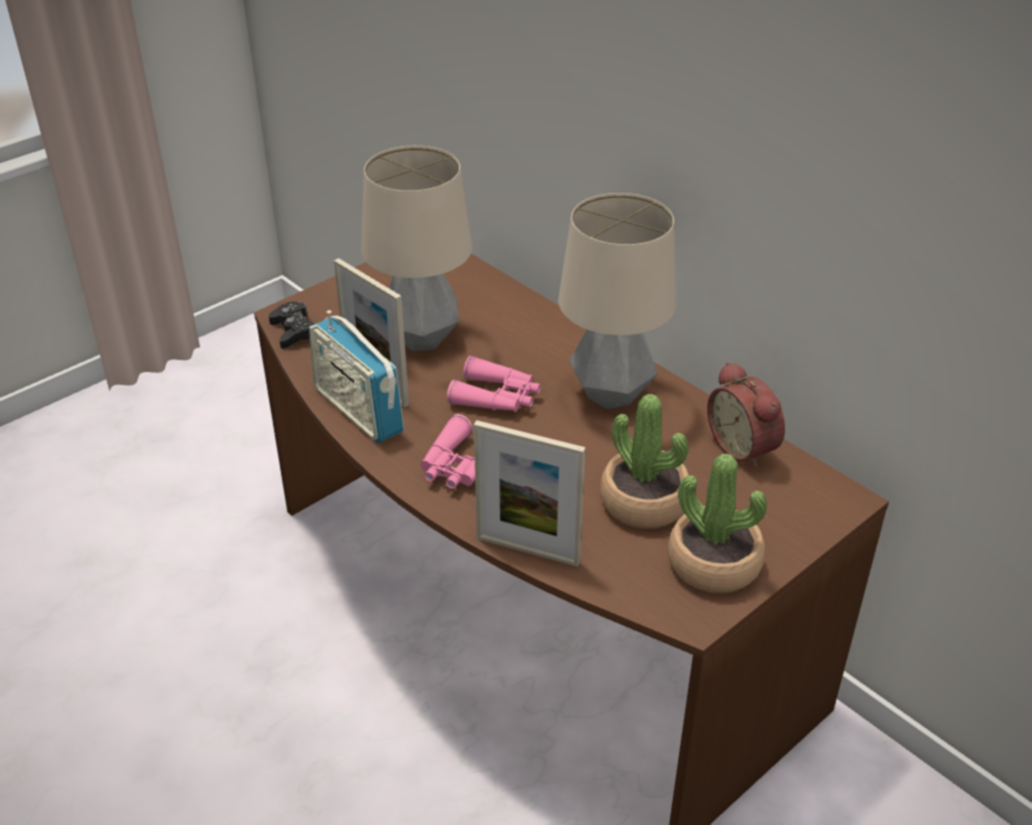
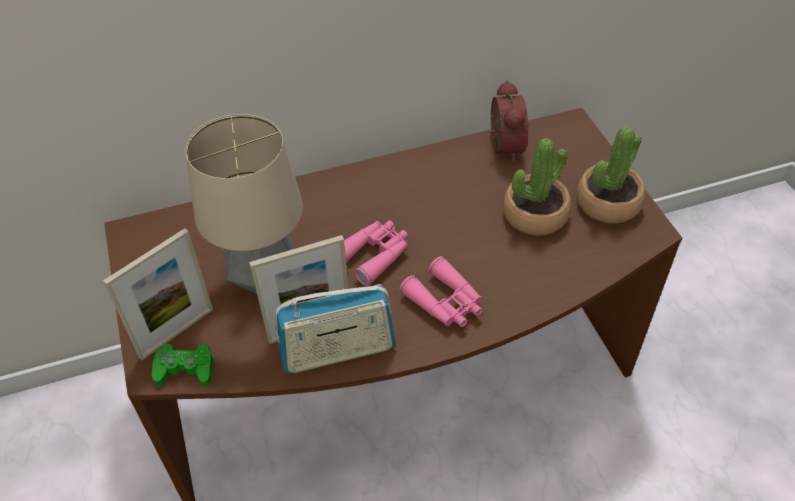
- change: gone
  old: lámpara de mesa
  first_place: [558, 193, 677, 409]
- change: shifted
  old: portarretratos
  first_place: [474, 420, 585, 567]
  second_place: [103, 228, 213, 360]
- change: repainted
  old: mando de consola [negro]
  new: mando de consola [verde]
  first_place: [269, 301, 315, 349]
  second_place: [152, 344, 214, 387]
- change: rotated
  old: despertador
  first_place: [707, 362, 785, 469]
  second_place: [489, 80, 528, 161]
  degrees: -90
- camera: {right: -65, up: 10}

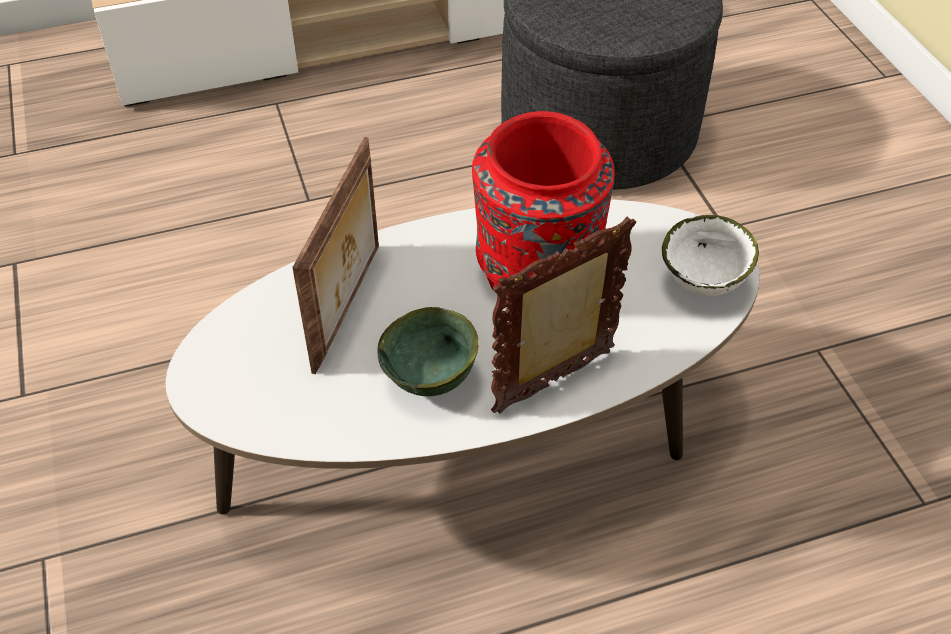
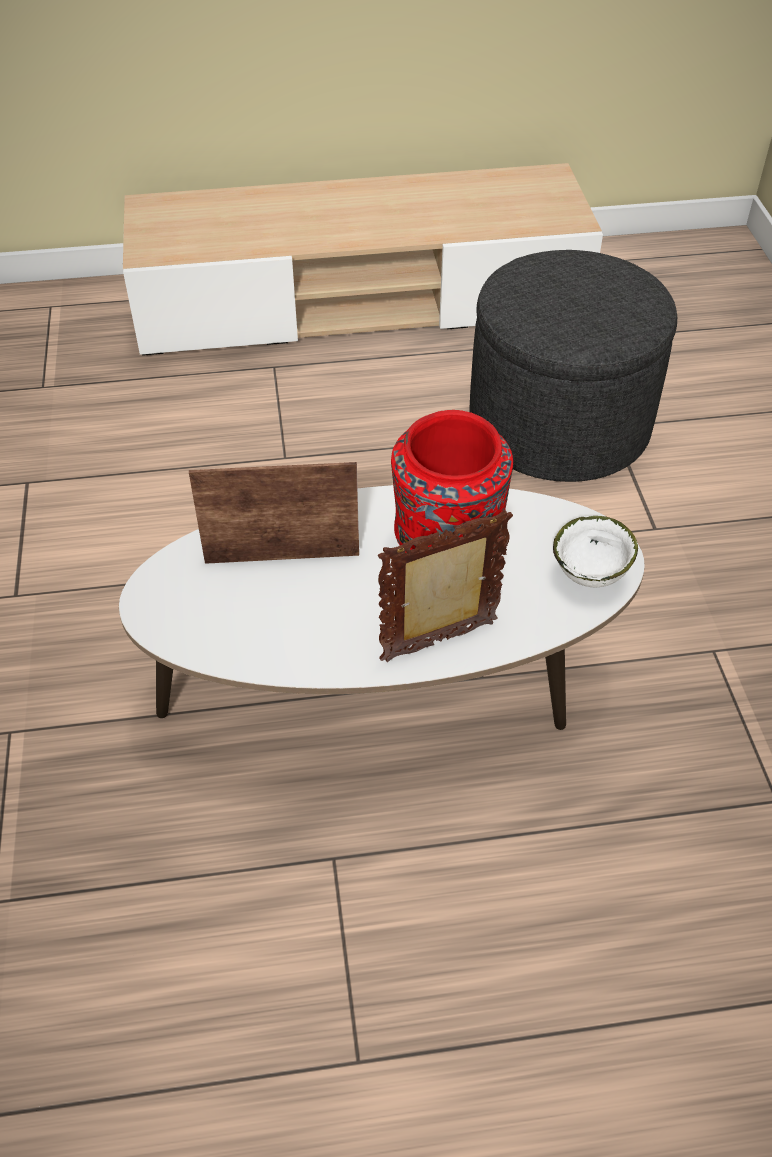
- change: gone
  old: cuenco [verde]
  first_place: [377, 307, 479, 396]
- change: rotated
  old: portarretratos
  first_place: [292, 137, 379, 374]
  second_place: [189, 462, 359, 564]
  degrees: -120
- camera: {right: 10, up: 0}

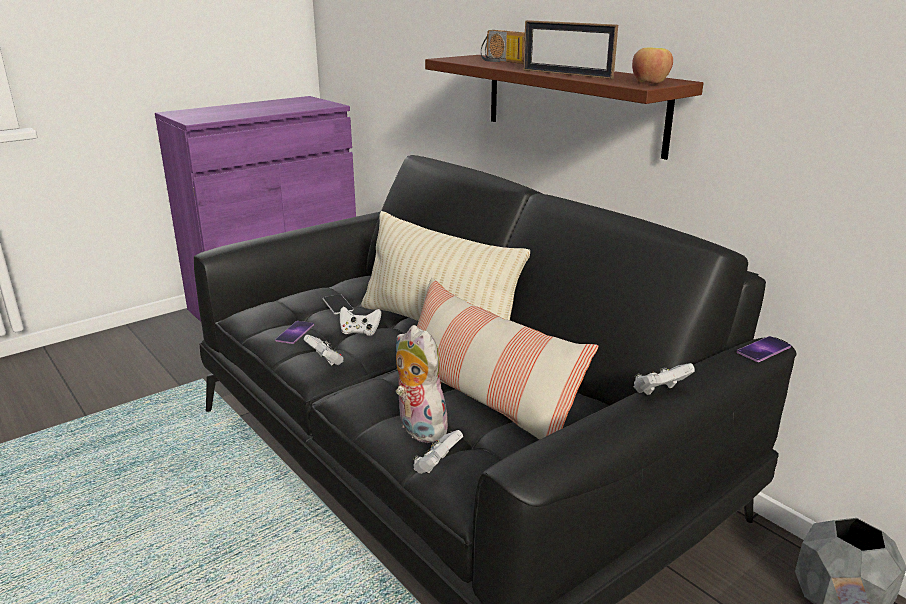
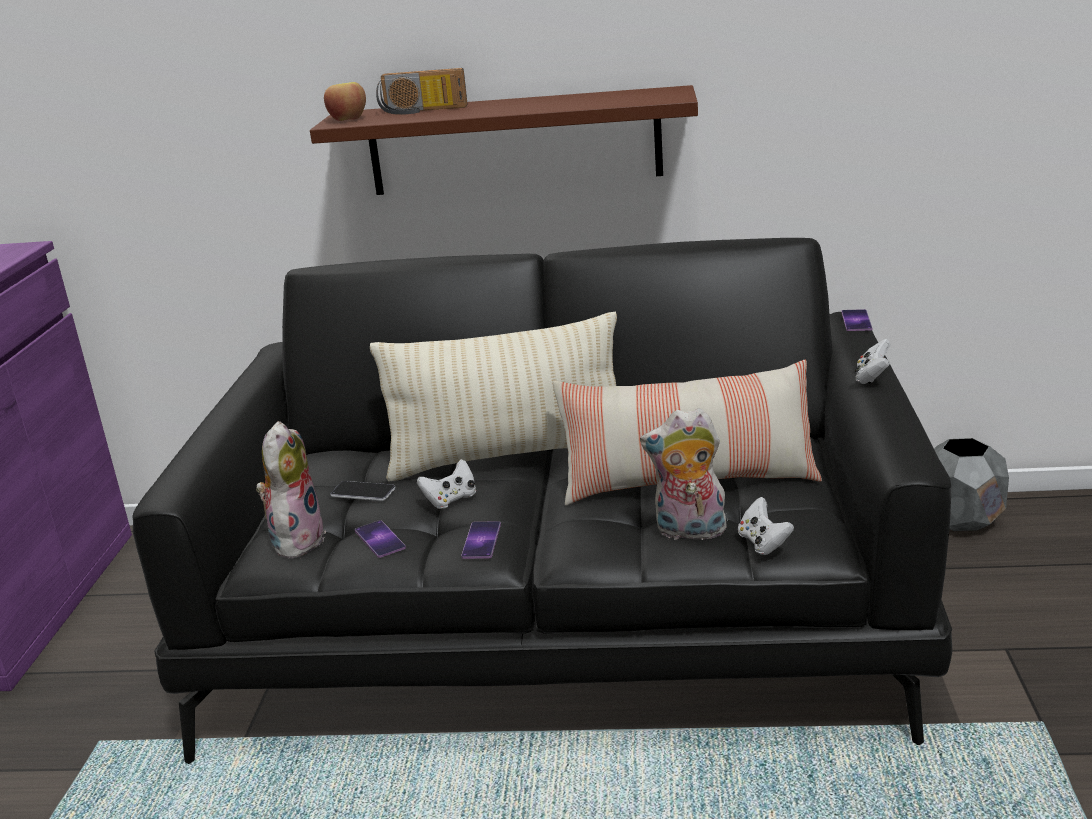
- change: gone
  old: portarretratos
  first_place: [523, 20, 618, 79]
- change: new
  new: peluche
  second_place: [256, 421, 326, 558]
- change: shifted
  old: manzana
  first_place: [632, 48, 673, 84]
  second_place: [324, 82, 366, 121]
- change: swapped
  old: mando de consola [blanco]
  new: móvil
  first_place: [304, 335, 344, 366]
  second_place: [461, 521, 501, 559]
- camera: {right: -45, up: 0}

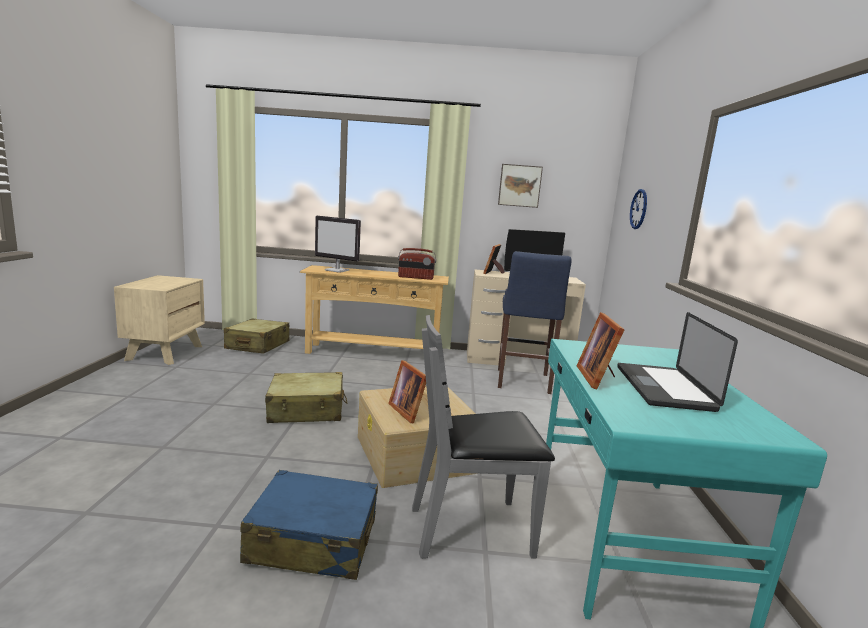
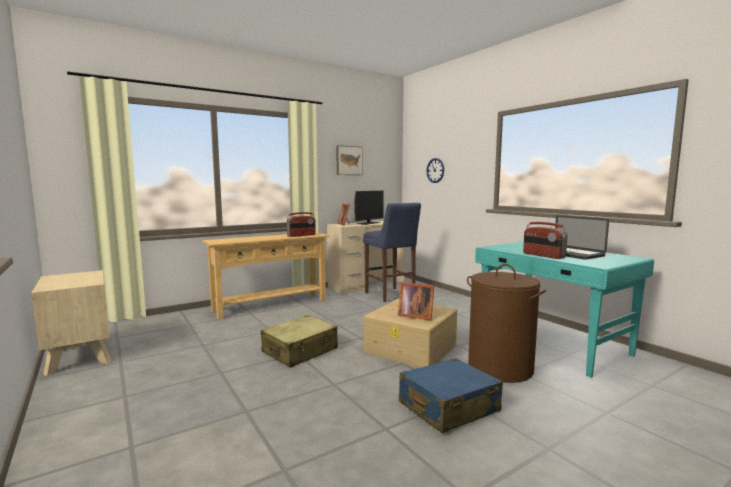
- change: gone
  old: maleta [beis]
  first_place: [224, 319, 289, 354]
- change: gone
  old: monitor
  first_place: [315, 216, 361, 273]
- change: swapped
  old: silla [gris]
  new: cesto de la ropa [marrón]
  first_place: [412, 315, 555, 559]
  second_place: [467, 264, 546, 383]
- change: swapped
  old: portarretratos
  new: radio
  first_place: [577, 312, 625, 390]
  second_place: [523, 222, 567, 259]
- camera: {right: -35, up: -5}

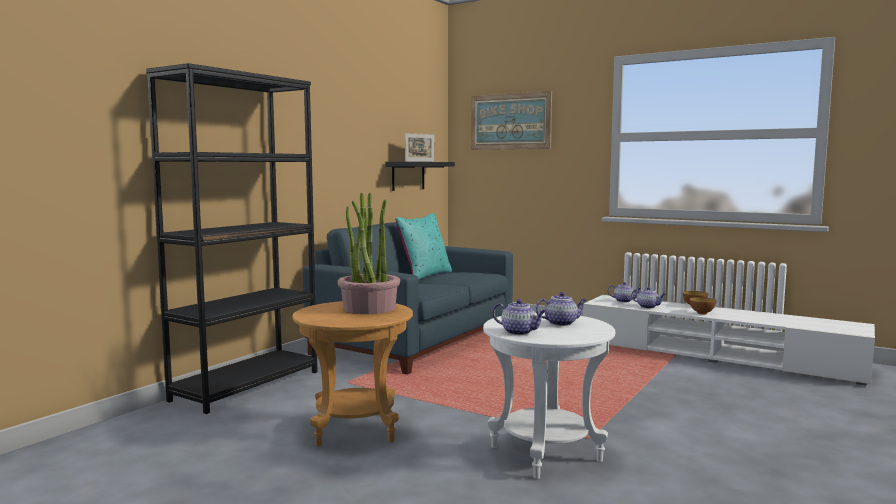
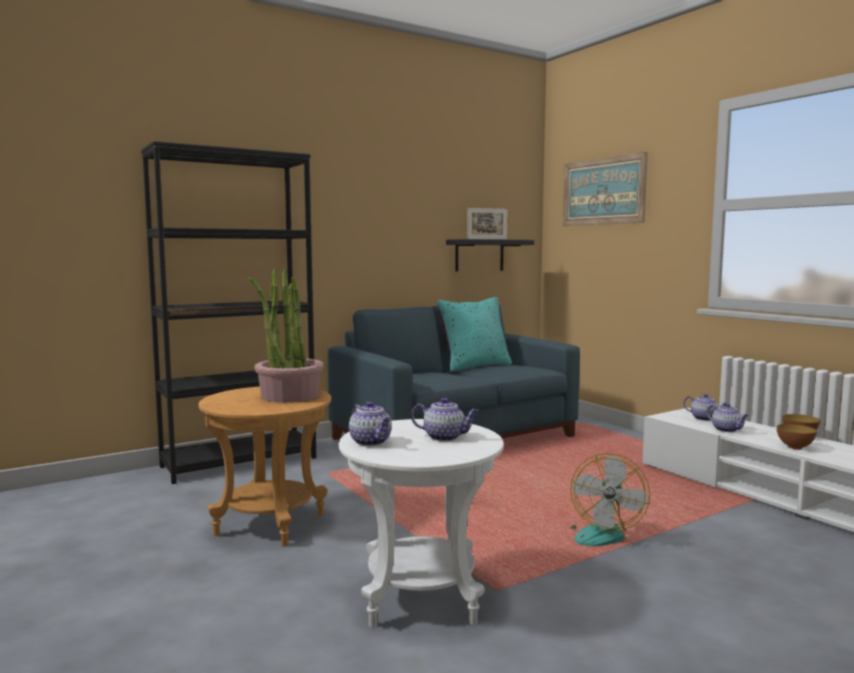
- change: new
  new: ventilador
  second_place: [570, 453, 650, 546]
- camera: {right: 25, up: 0}

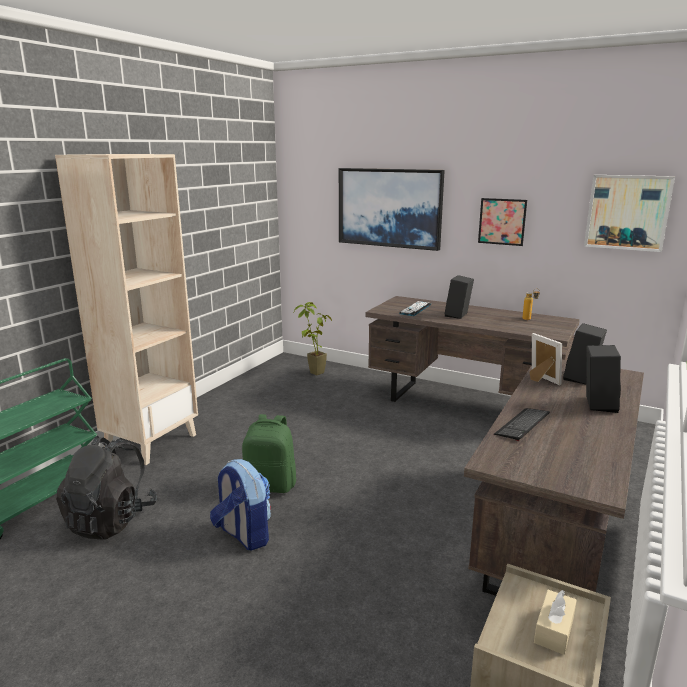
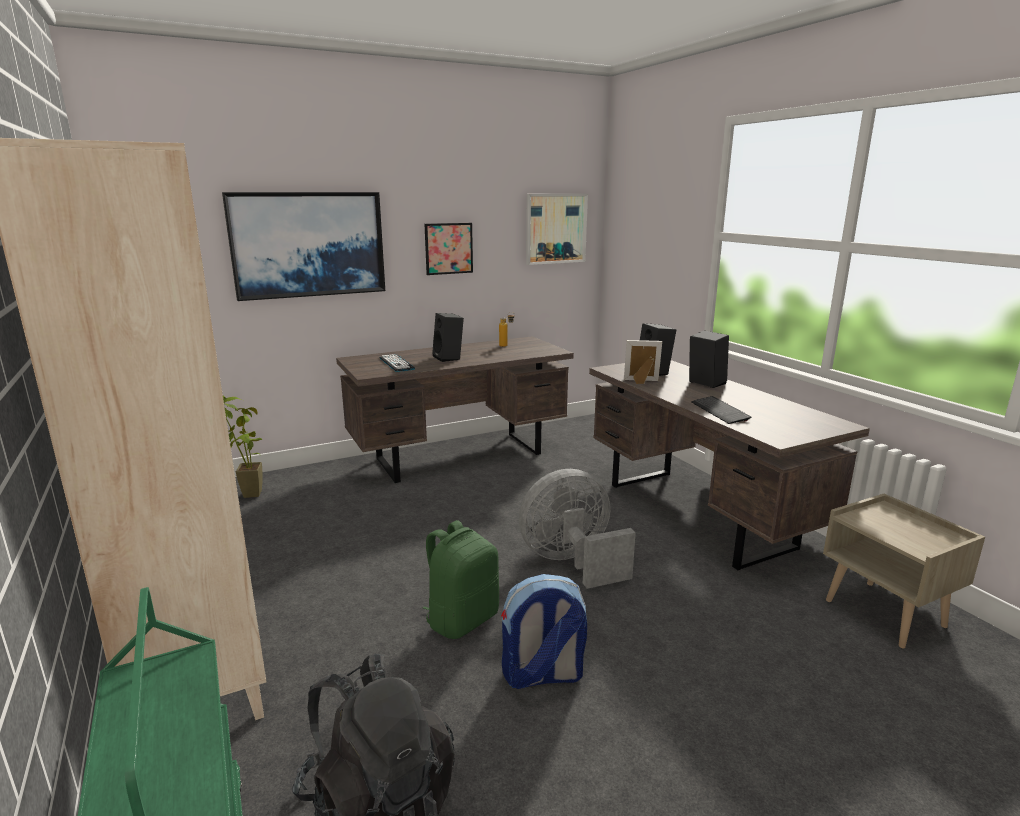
- change: gone
  old: caja de pañuelos [beis]
  first_place: [534, 590, 577, 655]
- change: new
  new: ventilador [gris]
  second_place: [519, 469, 636, 589]
- camera: {right: -55, up: 0}

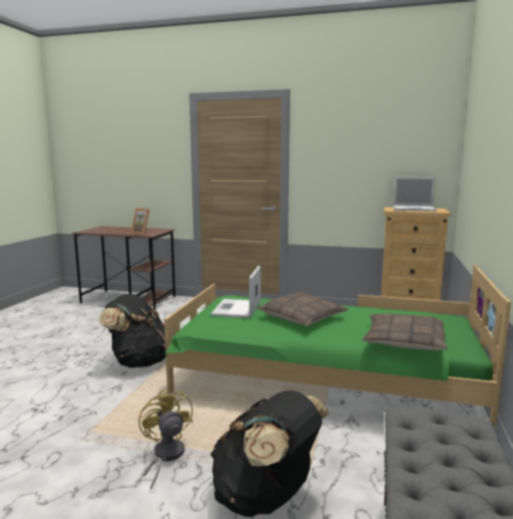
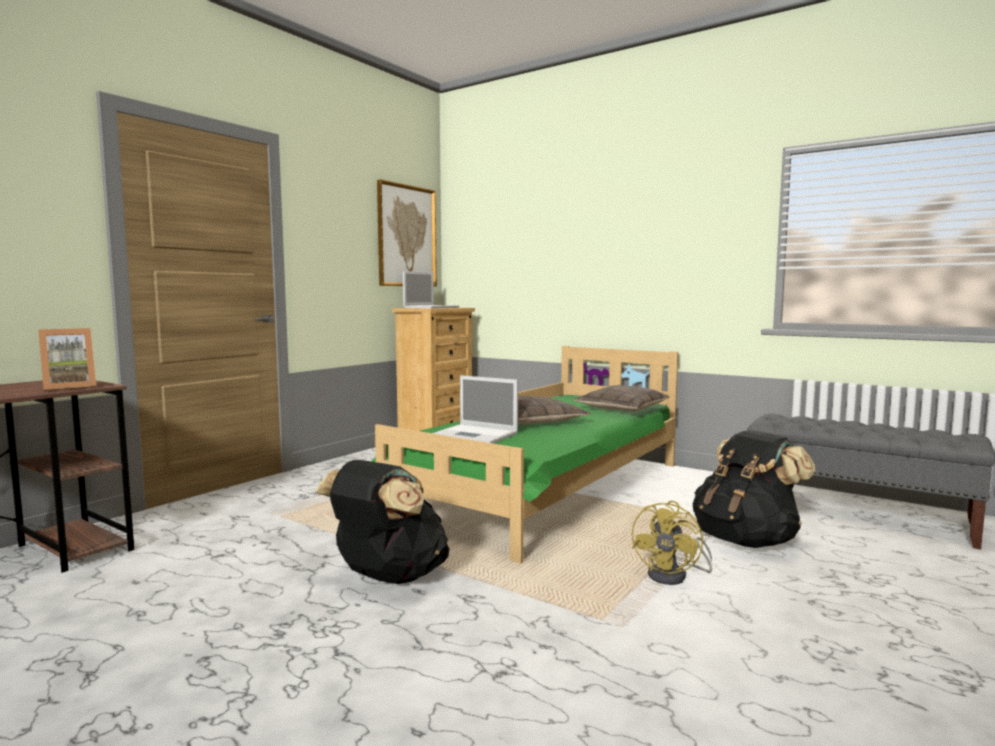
- change: new
  new: cuadro
  second_place: [377, 179, 437, 286]
- change: rotated
  old: ventilador [amarillo]
  first_place: [139, 389, 193, 490]
  second_place: [632, 501, 712, 585]
  degrees: -60
- camera: {right: -70, up: -5}

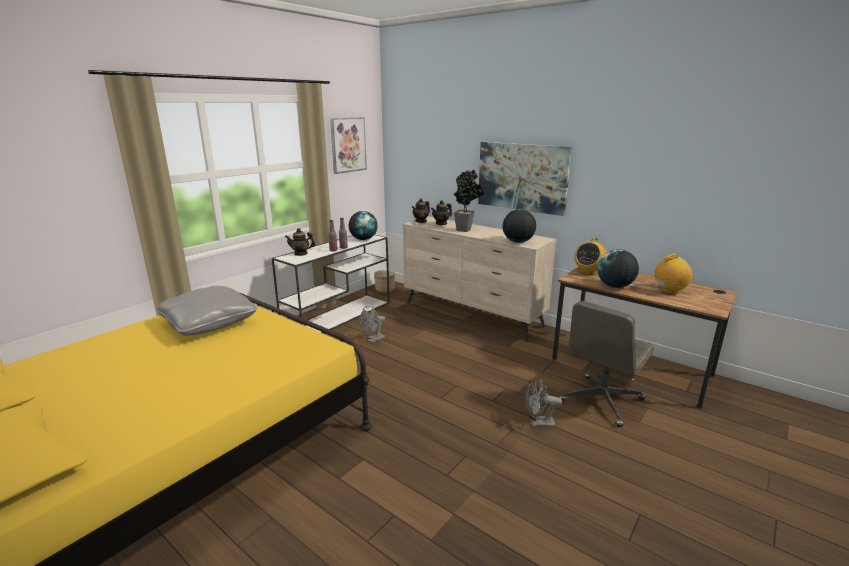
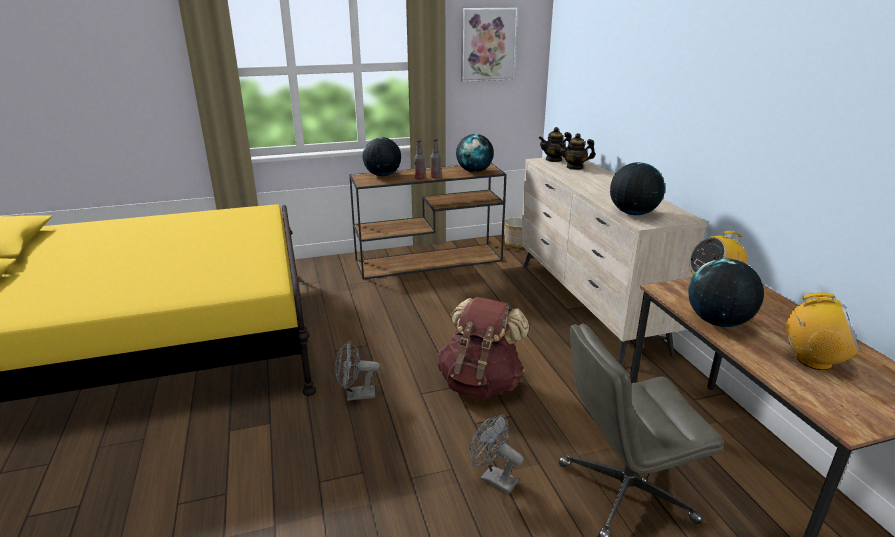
- change: gone
  old: cojín [gris]
  first_place: [156, 286, 258, 335]
- change: gone
  old: planta en maceta
  first_place: [454, 169, 484, 232]
- change: gone
  old: cuadro
  first_place: [478, 142, 572, 216]
- change: new
  new: mochila [marrón]
  second_place: [438, 297, 529, 399]
- change: shifted
  old: ventilador [gris]
  first_place: [360, 306, 385, 343]
  second_place: [335, 340, 380, 401]
- change: swapped
  old: tetera
  new: globo terráqueo
  first_place: [285, 228, 315, 256]
  second_place: [363, 137, 401, 176]
- change: repainted
  old: mesa consola [blanco]
  new: mesa consola [marrón]
  first_place: [272, 235, 389, 333]
  second_place: [349, 163, 507, 280]
- camera: {right: 35, up: 5}

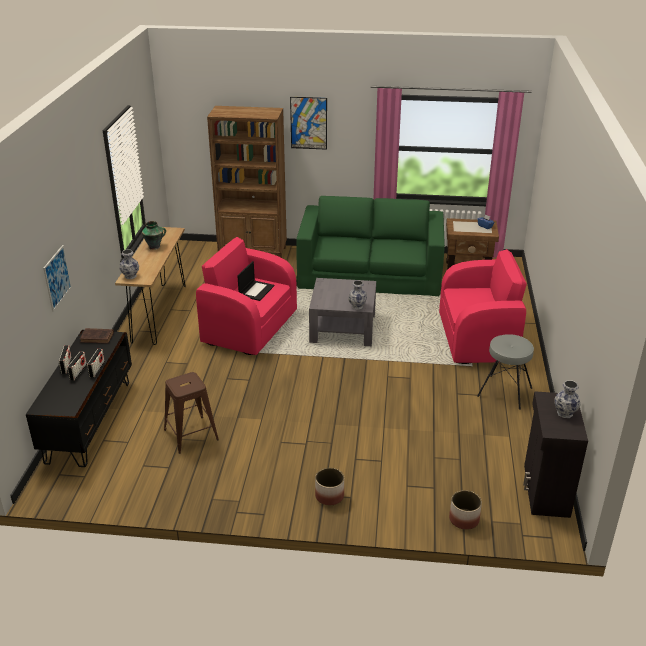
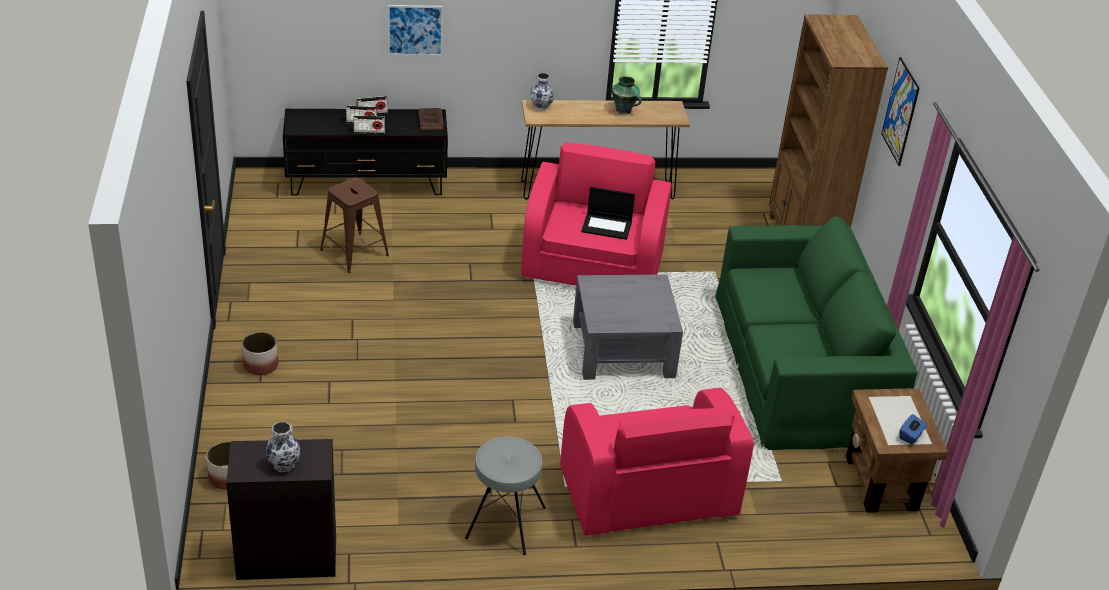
- change: gone
  old: florero
  first_place: [348, 280, 367, 310]
- camera: {right: 75, up: 5}

